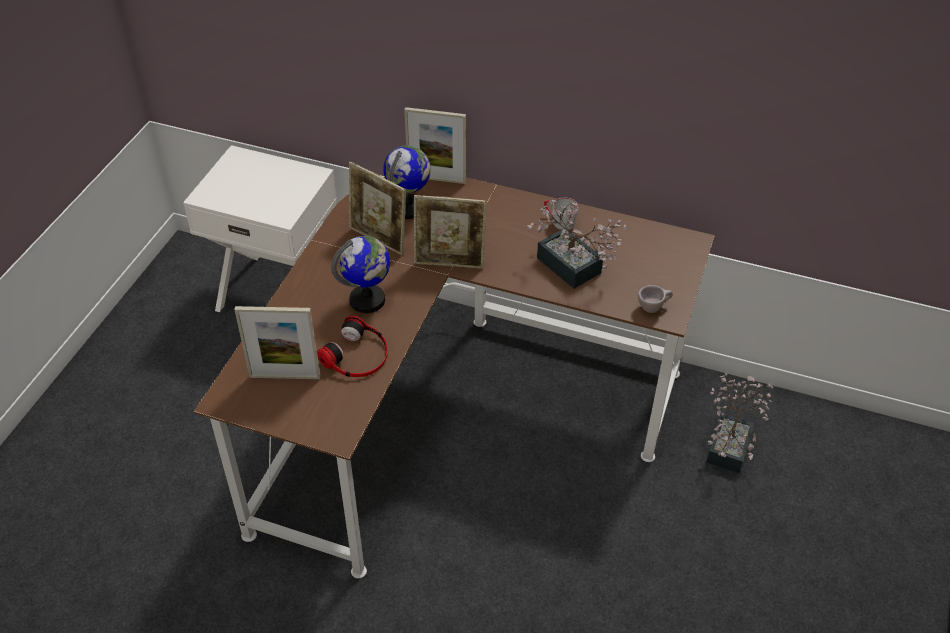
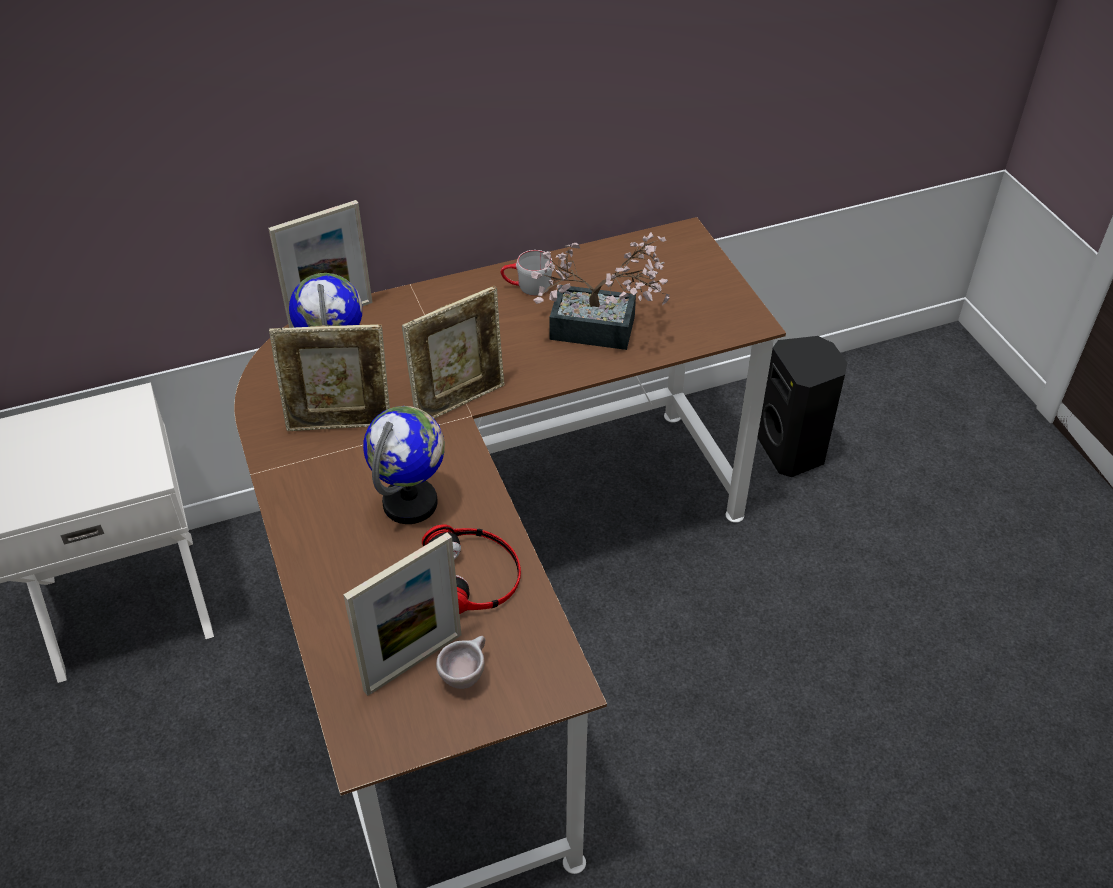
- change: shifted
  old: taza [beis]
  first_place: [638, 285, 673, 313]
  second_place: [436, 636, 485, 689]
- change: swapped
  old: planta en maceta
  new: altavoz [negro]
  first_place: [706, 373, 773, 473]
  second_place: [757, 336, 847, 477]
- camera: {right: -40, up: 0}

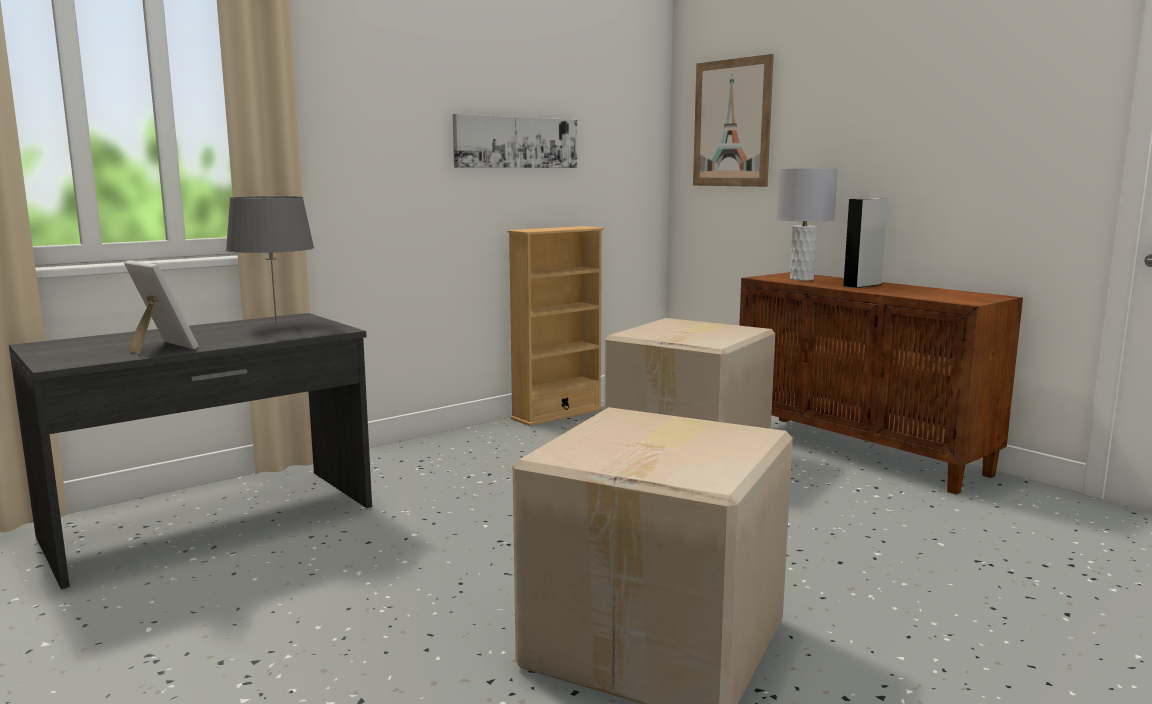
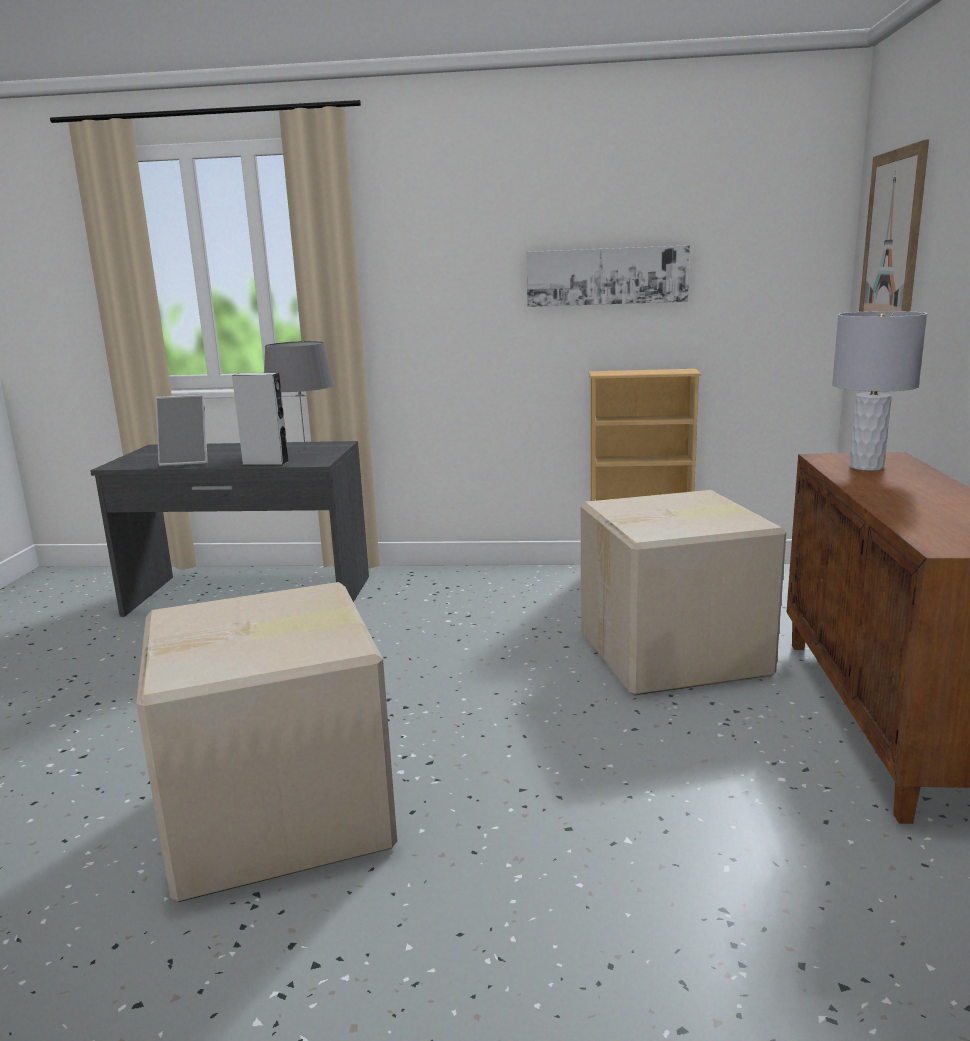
- change: shifted
  old: altavoz [gris]
  first_place: [843, 198, 888, 288]
  second_place: [232, 373, 290, 465]
- change: rotated
  old: portarretratos
  first_place: [124, 260, 198, 354]
  second_place: [156, 395, 208, 466]
  degrees: 90
- camera: {right: 45, up: 5}

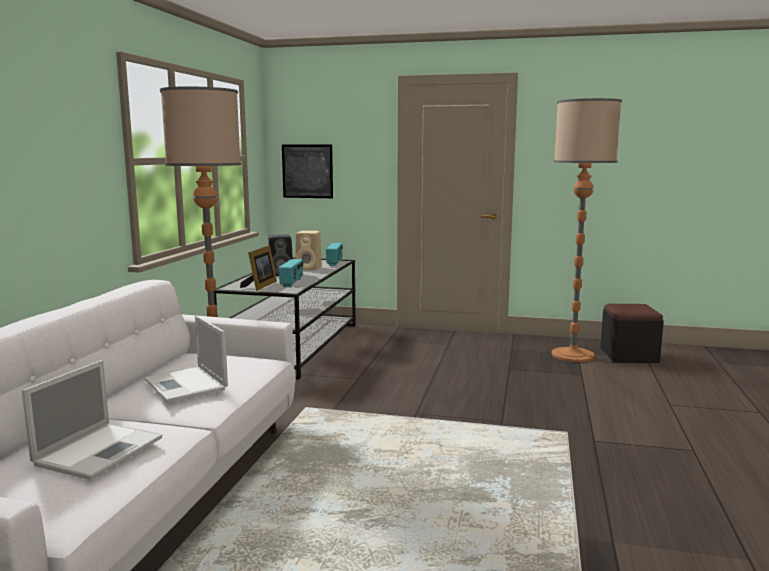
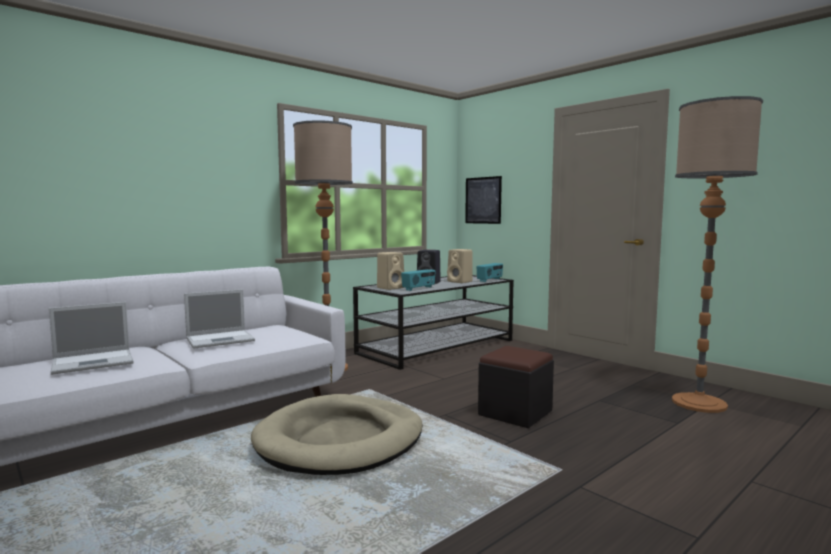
- change: new
  new: cama para perro [beis]
  second_place: [251, 394, 423, 475]
- change: shifted
  old: puf [negro]
  first_place: [600, 304, 664, 363]
  second_place: [478, 346, 554, 428]
- change: swapped
  old: portarretratos
  new: altavoz [beis]
  first_place: [240, 245, 277, 291]
  second_place: [377, 252, 404, 290]
- change: rotated
  old: portátil
  first_place: [144, 315, 228, 403]
  second_place: [184, 289, 255, 349]
  degrees: -120
- camera: {right: 35, up: -5}

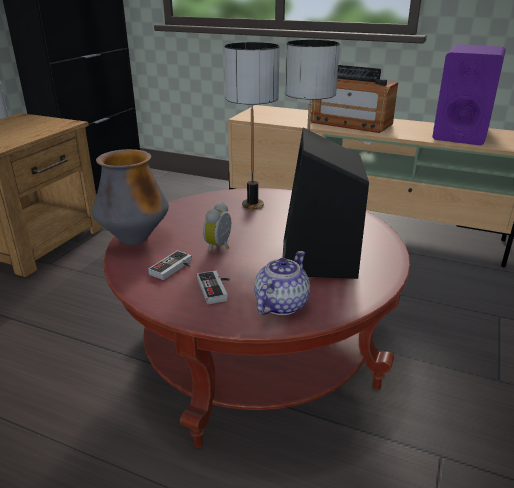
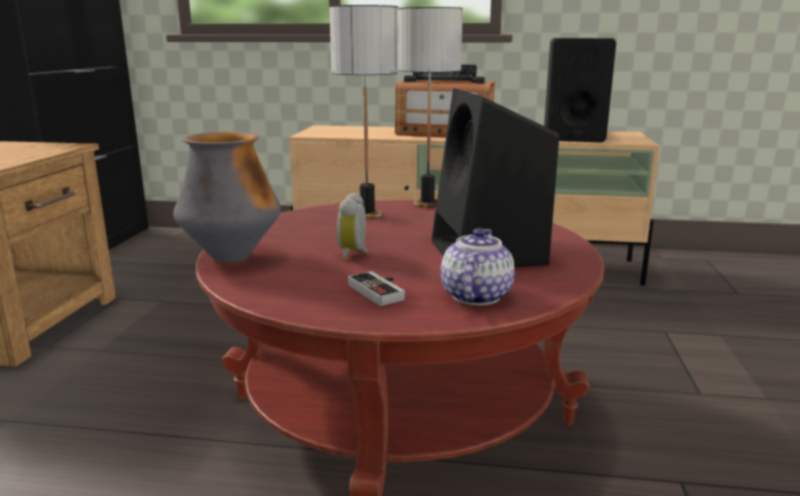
- change: gone
  old: mando de consola
  first_place: [148, 250, 192, 280]
- change: repainted
  old: altavoz [morado]
  new: altavoz [negro]
  first_place: [432, 44, 506, 146]
  second_place: [544, 38, 616, 142]
- camera: {right: -15, up: -10}

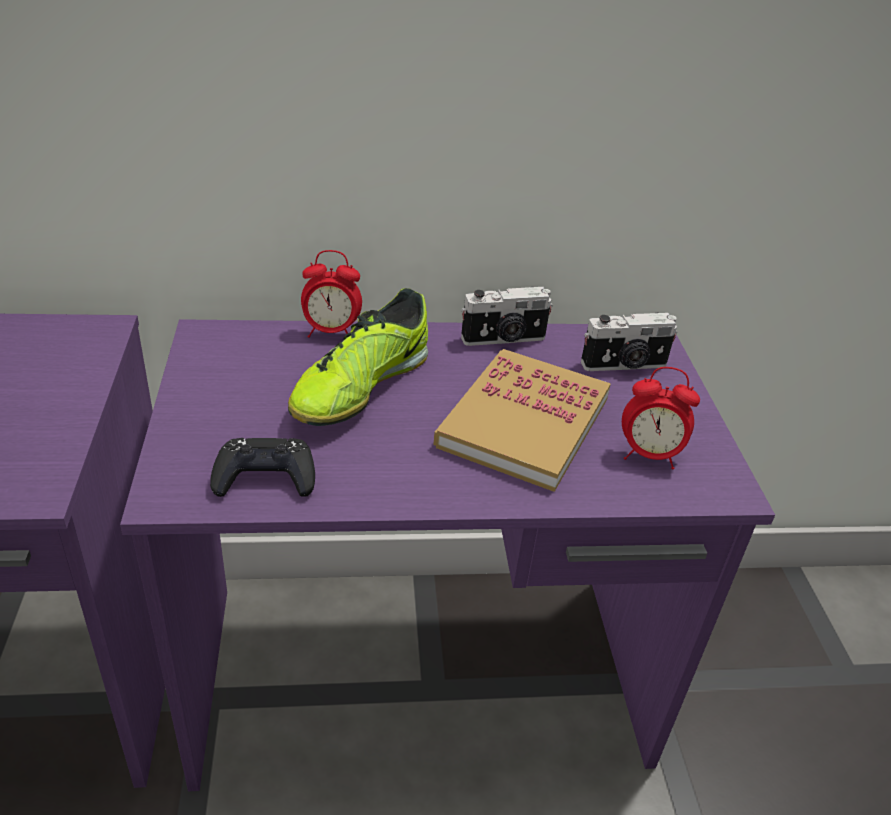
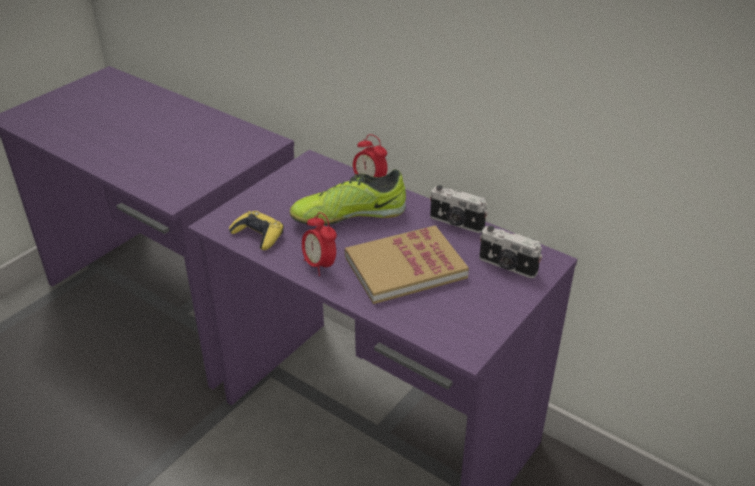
- change: shifted
  old: despertador
  first_place: [622, 367, 700, 470]
  second_place: [302, 212, 337, 276]
- change: repainted
  old: mando de consola [negro]
  new: mando de consola [amarillo]
  first_place: [210, 438, 315, 497]
  second_place: [229, 211, 284, 250]
- camera: {right: 45, up: 0}

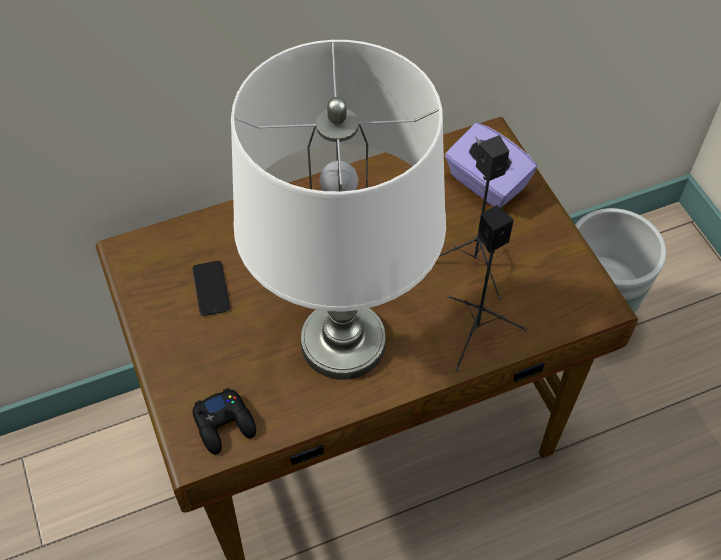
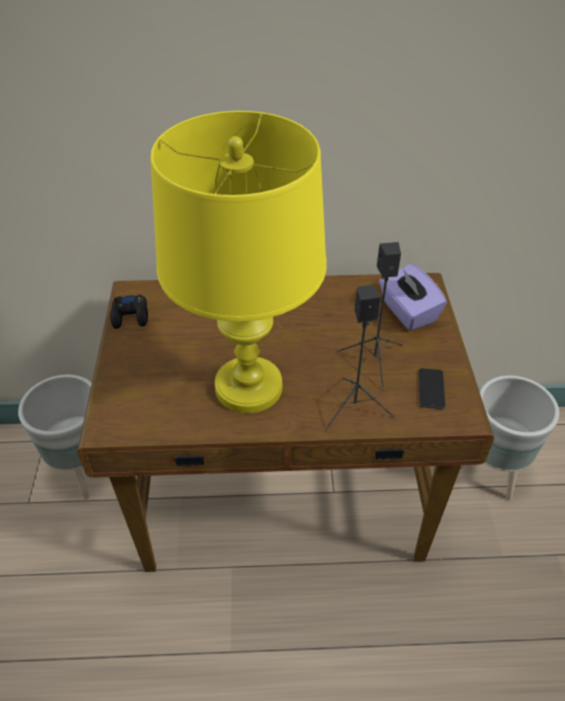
- change: new
  new: maceta [gris]
  second_place: [18, 375, 92, 500]
- change: shifted
  old: móvil
  first_place: [192, 261, 230, 316]
  second_place: [418, 368, 446, 409]
- change: shifted
  old: mando de consola [negro]
  first_place: [192, 388, 256, 454]
  second_place: [110, 295, 148, 329]
- change: repainted
  old: lámpara de mesa [blanco]
  new: lámpara de mesa [amarillo]
  first_place: [231, 40, 446, 380]
  second_place: [151, 111, 327, 413]
- camera: {right: 20, up: -10}

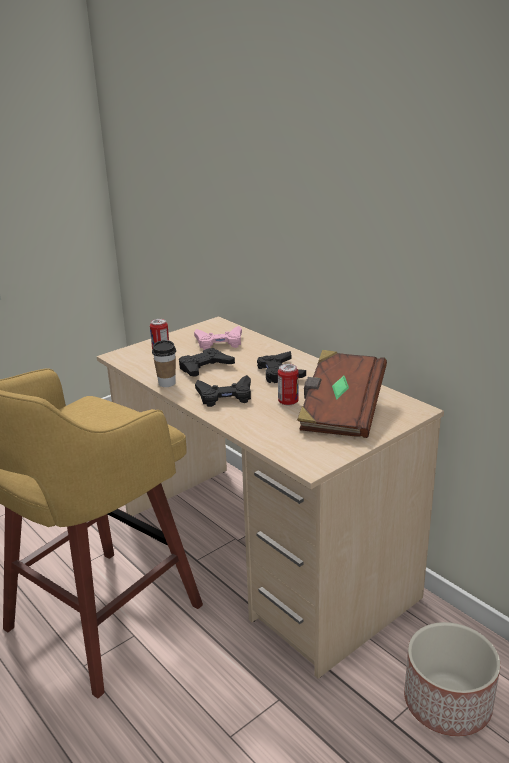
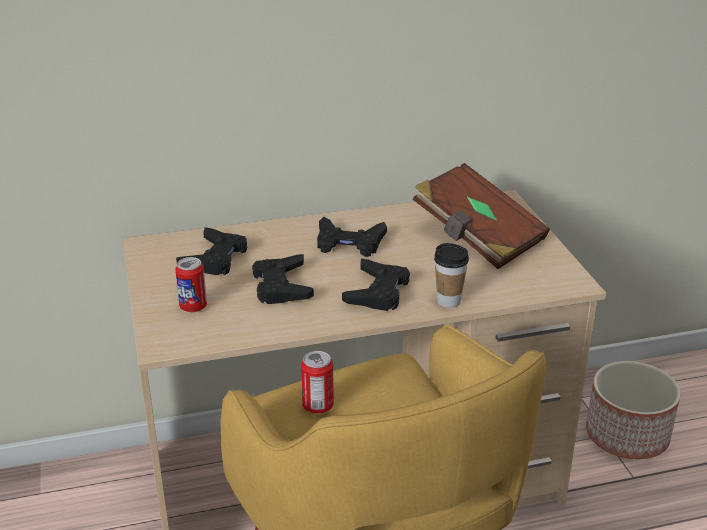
- change: shifted
  old: taza
  first_place: [152, 340, 176, 387]
  second_place: [434, 243, 469, 308]
- change: shifted
  old: lata
  first_place: [278, 364, 299, 406]
  second_place: [301, 351, 334, 413]
- change: repainted
  old: mando de consola [rosa]
  new: mando de consola [negro]
  first_place: [194, 326, 242, 350]
  second_place: [176, 227, 247, 275]
- camera: {right: -65, up: 5}

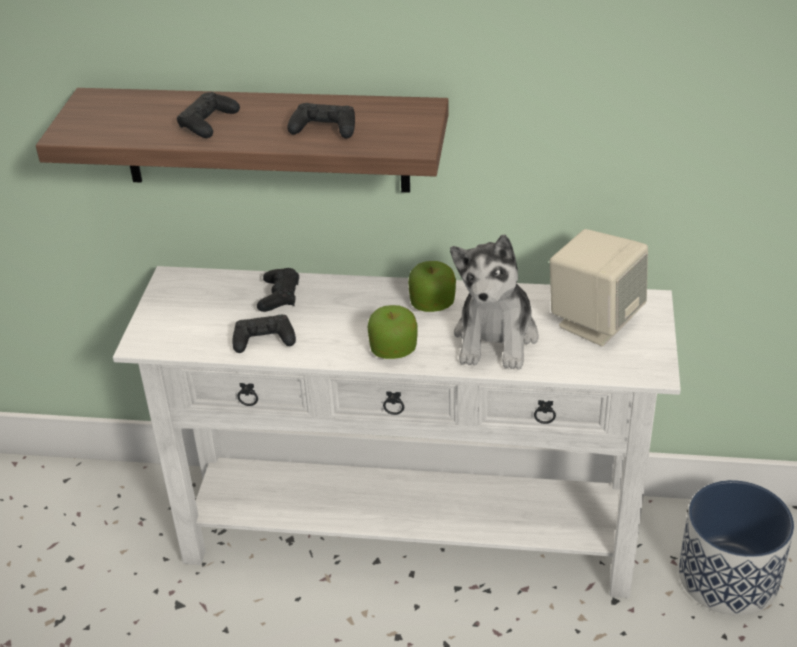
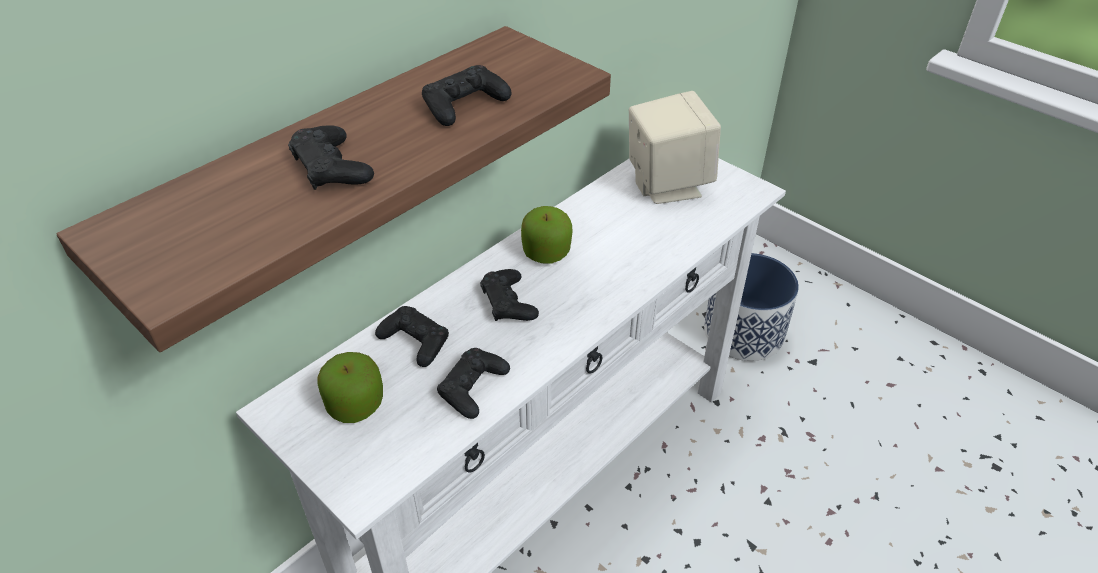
- change: gone
  old: peluche
  first_place: [450, 234, 538, 370]
- change: new
  new: mando de consola [negro]
  second_place: [480, 269, 539, 321]
- change: shifted
  old: manzana
  first_place: [368, 305, 418, 359]
  second_place: [317, 352, 383, 423]
- camera: {right: -55, up: 5}

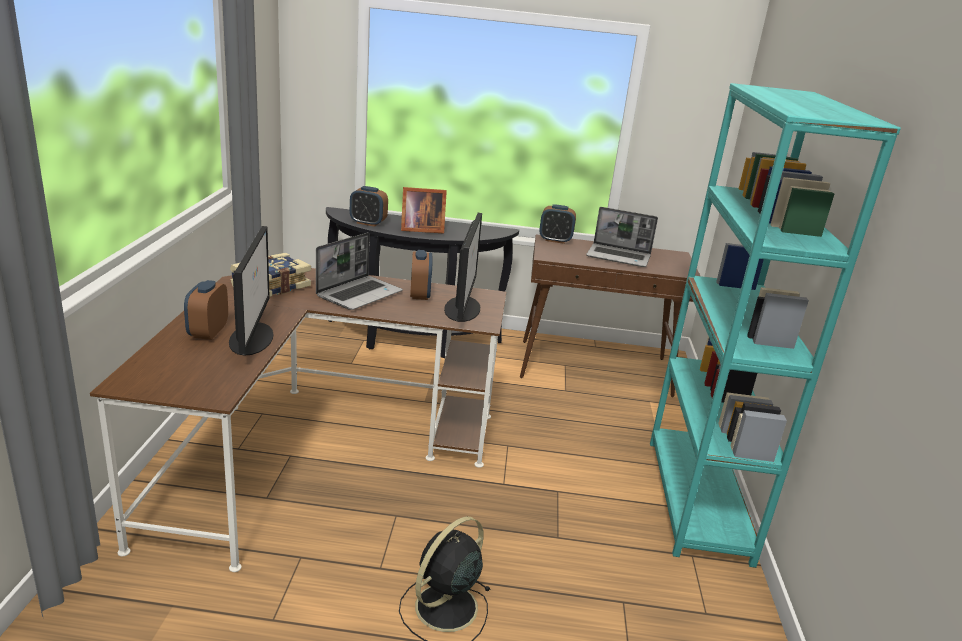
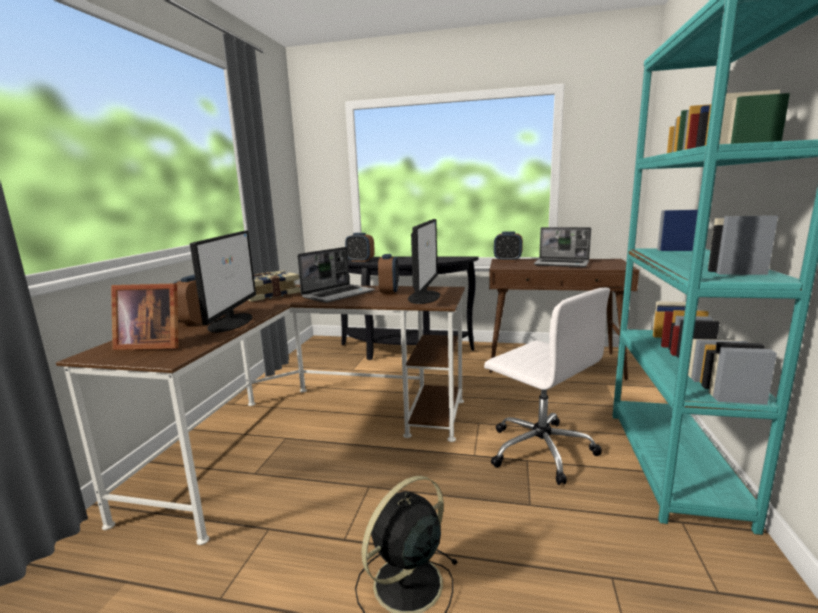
- change: new
  new: silla de oficina [blanco]
  second_place: [484, 288, 610, 485]
- change: shifted
  old: portarretratos
  first_place: [401, 187, 447, 233]
  second_place: [111, 283, 179, 350]
- camera: {right: 10, up: -10}

